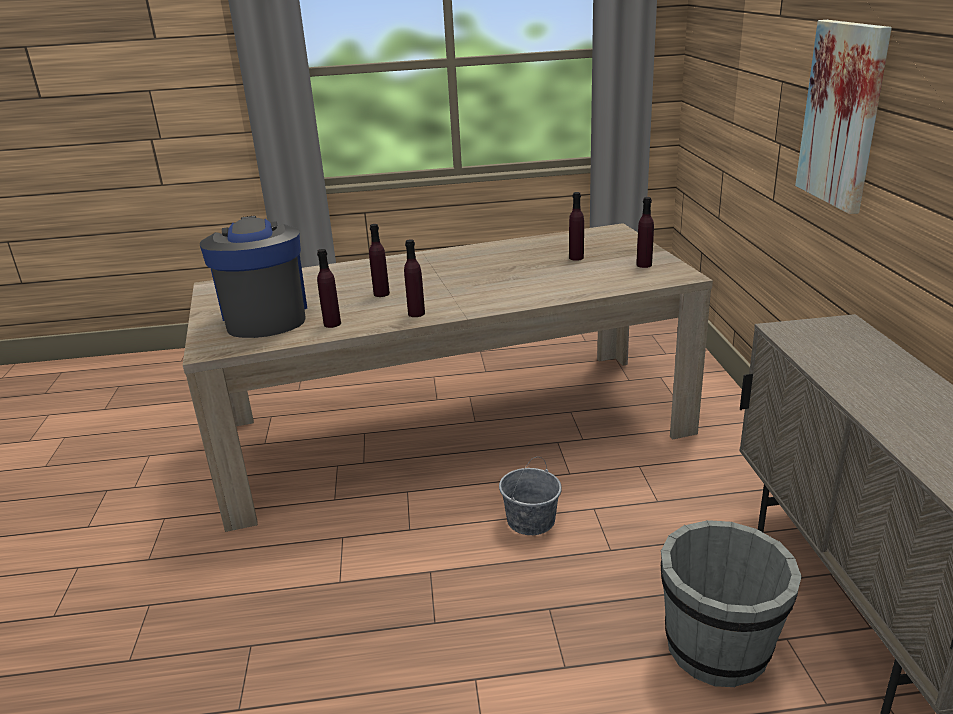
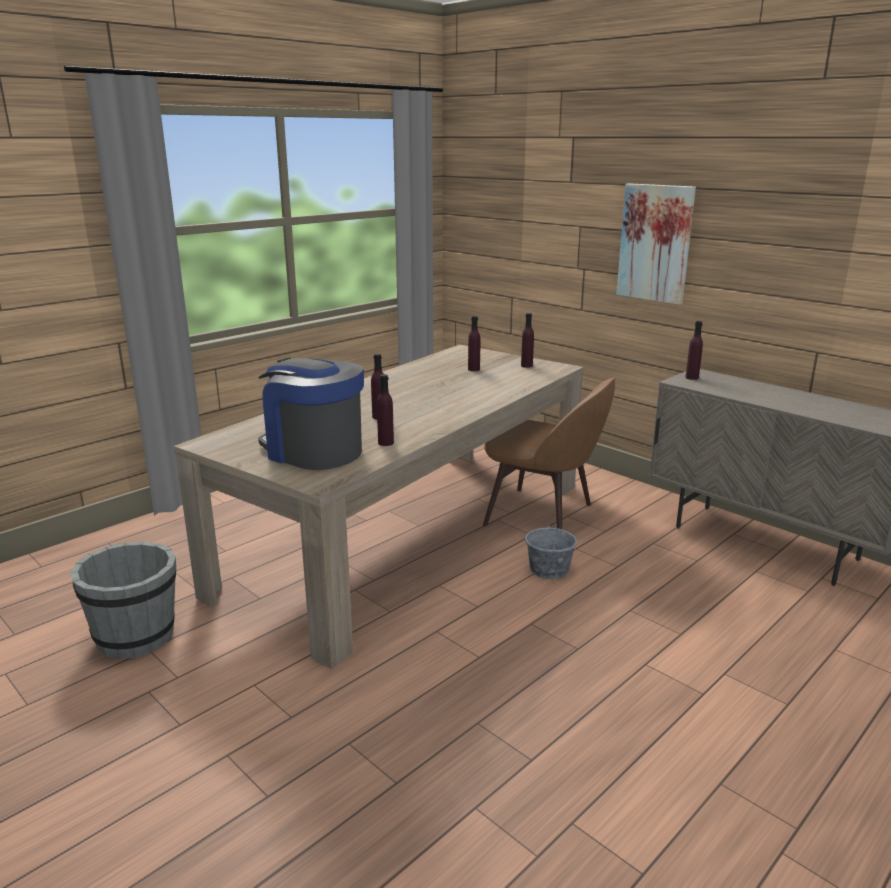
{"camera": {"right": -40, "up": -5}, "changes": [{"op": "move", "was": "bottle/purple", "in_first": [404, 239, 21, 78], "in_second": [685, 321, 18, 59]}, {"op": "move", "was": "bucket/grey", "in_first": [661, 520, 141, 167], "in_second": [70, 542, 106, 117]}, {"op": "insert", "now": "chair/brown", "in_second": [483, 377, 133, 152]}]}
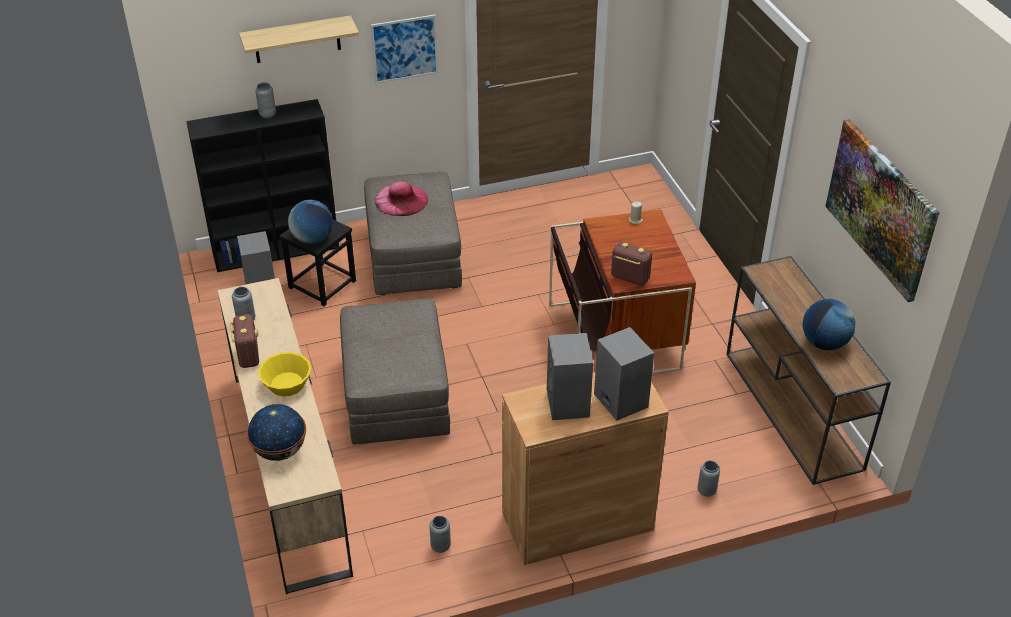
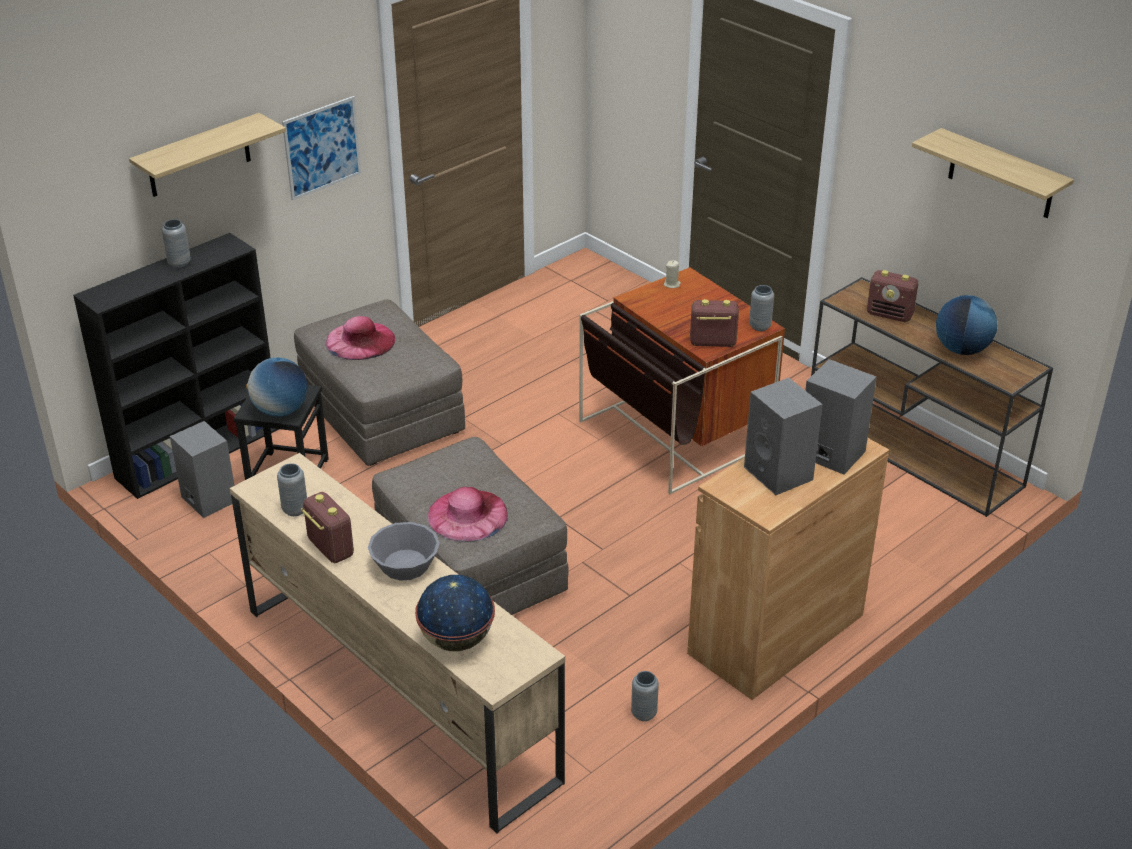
{"camera": {"right": -25, "up": -5}, "changes": [{"op": "recolor", "was": "bowl/yellow", "now": "bowl/grey", "in_first": [258, 352, 53, 45], "in_second": [368, 522, 72, 59]}, {"op": "move", "was": "vase/grey", "in_first": [697, 460, 23, 37], "in_second": [749, 285, 25, 46]}, {"op": "replace", "was": "picture", "now": "shelf", "in_first": [825, 119, 114, 183], "in_second": [912, 128, 162, 90]}, {"op": "insert", "now": "hat/pink", "in_second": [428, 487, 80, 54]}, {"op": "insert", "now": "radio", "in_second": [867, 270, 51, 52]}]}
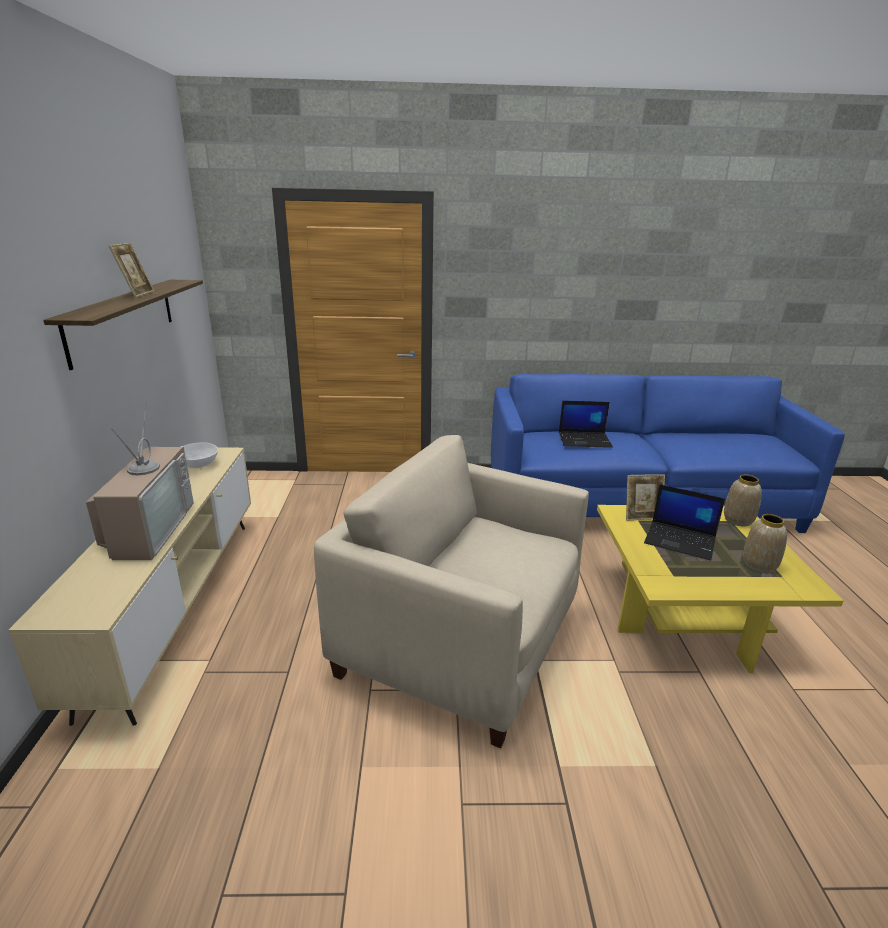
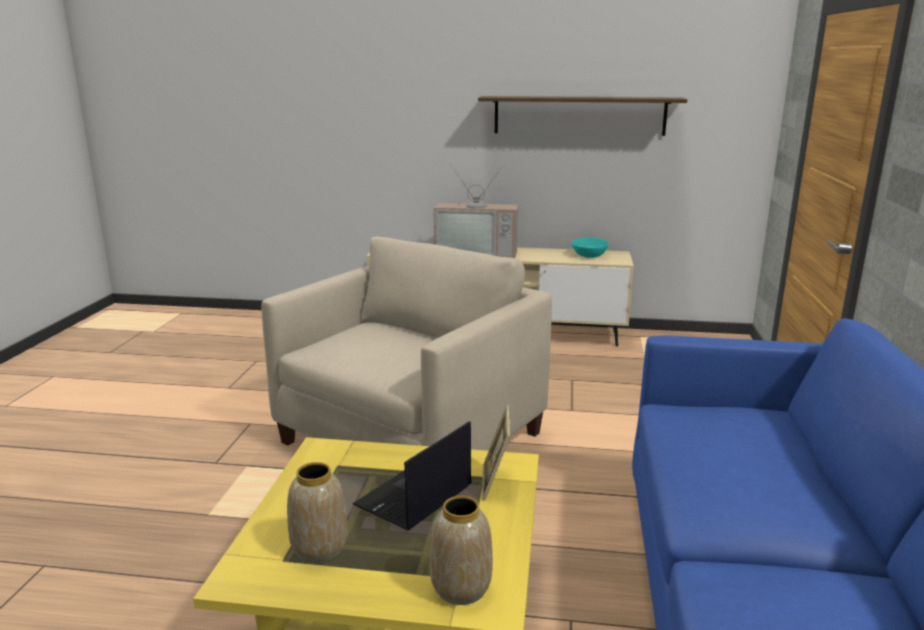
{"camera": {"right": 100, "up": -5}, "changes": [{"op": "delete", "was": "picture frame", "in_first": [109, 243, 45, 55]}, {"op": "recolor", "was": "bowl/white", "now": "bowl/turquoise", "in_first": [181, 442, 37, 26], "in_second": [571, 237, 38, 21]}, {"op": "delete", "was": "laptop", "in_first": [559, 401, 54, 47]}]}
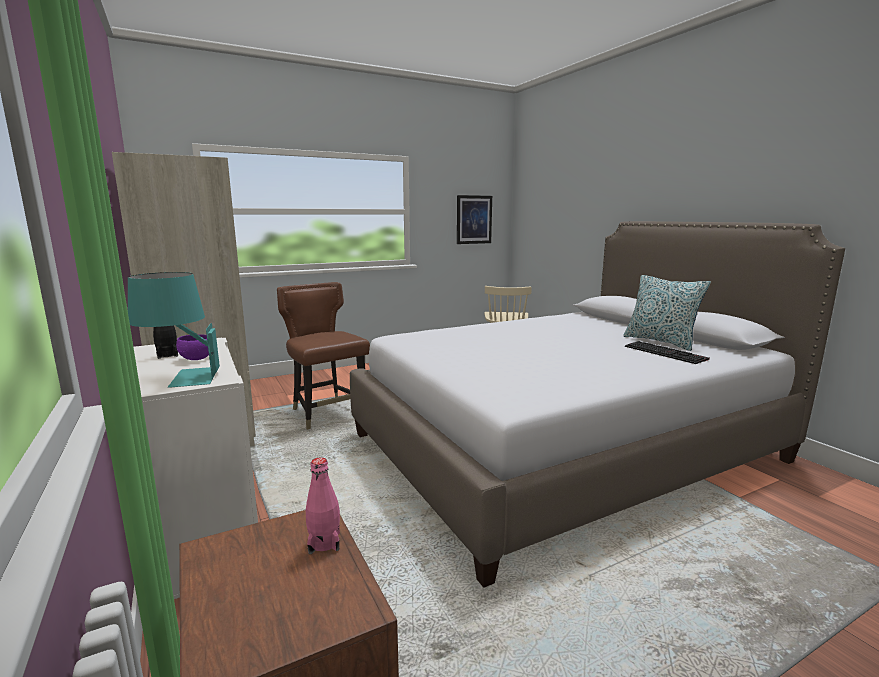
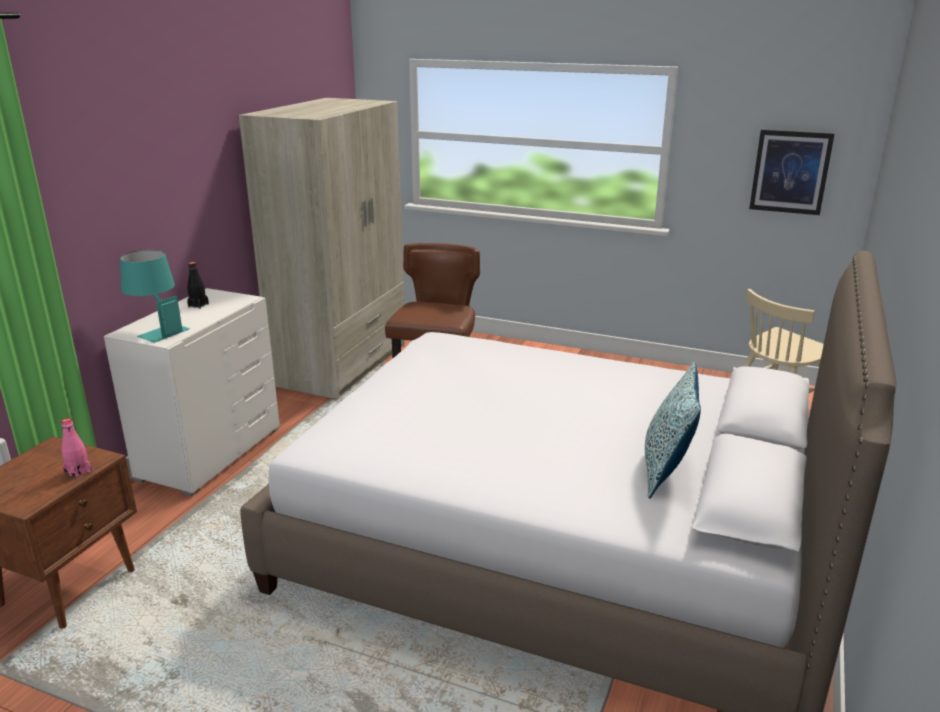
{"camera": {"right": 50, "up": 10}, "changes": [{"op": "delete", "was": "bowl/purple", "in_first": [176, 334, 33, 26]}, {"op": "delete", "was": "keyboard", "in_first": [625, 341, 85, 23]}]}
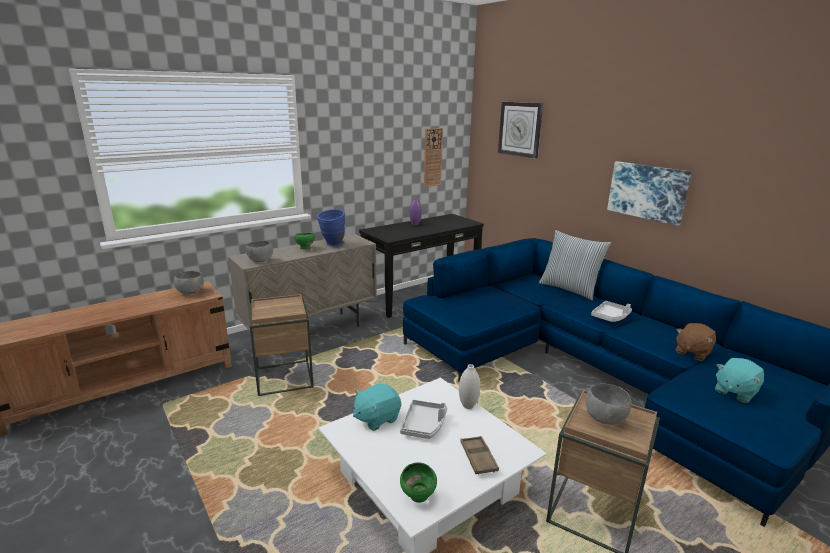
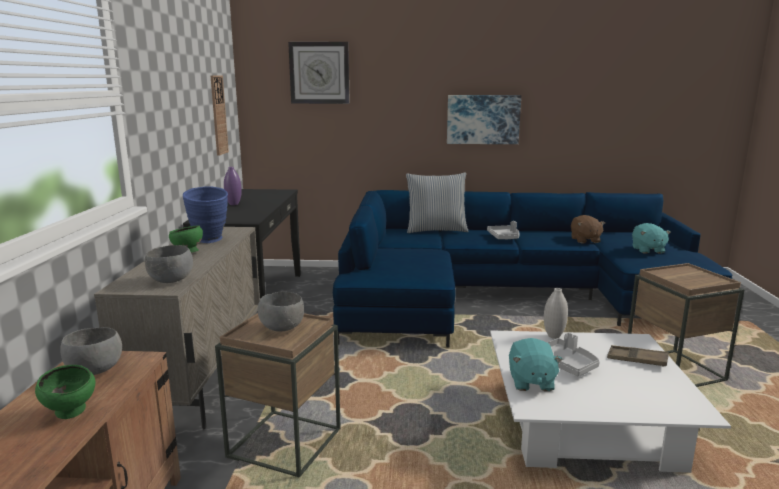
{"camera": {"right": -50, "up": -5}, "changes": [{"op": "move", "was": "bowl/green", "in_first": [400, 462, 37, 41], "in_second": [35, 365, 60, 54]}, {"op": "move", "was": "bowl/grey", "in_first": [586, 384, 46, 41], "in_second": [258, 292, 46, 40]}]}
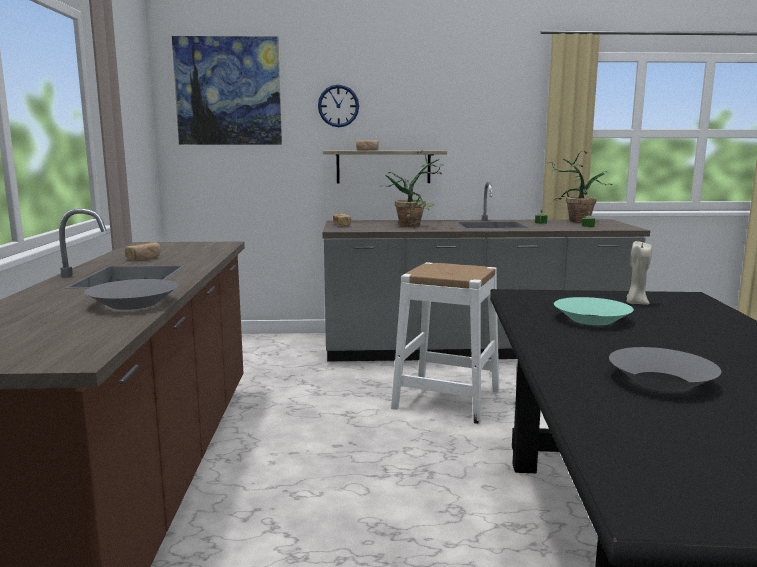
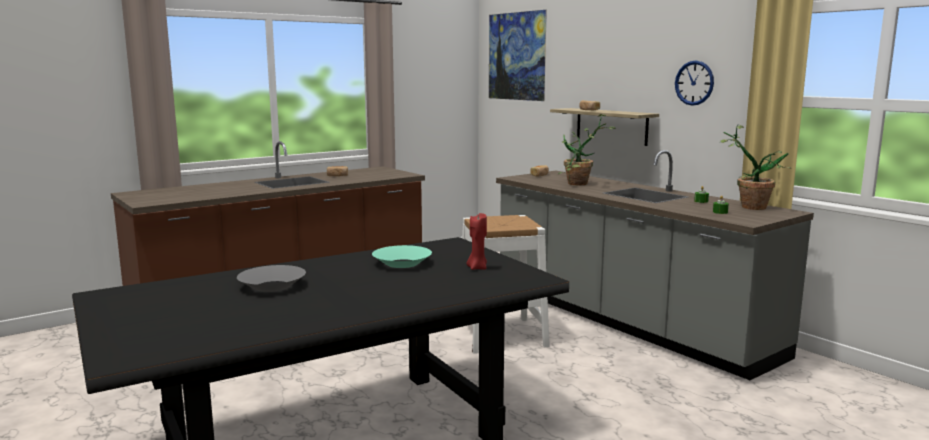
{"camera": {"right": 55, "up": 0}, "changes": [{"op": "delete", "was": "bowl/grey", "in_first": [84, 279, 94, 31]}, {"op": "move", "was": "wall clock", "in_first": [318, 85, 41, 42], "in_second": [675, 61, 39, 45]}, {"op": "recolor", "was": "candle/beige", "now": "candle/red", "in_first": [626, 241, 26, 64], "in_second": [467, 213, 20, 57]}]}
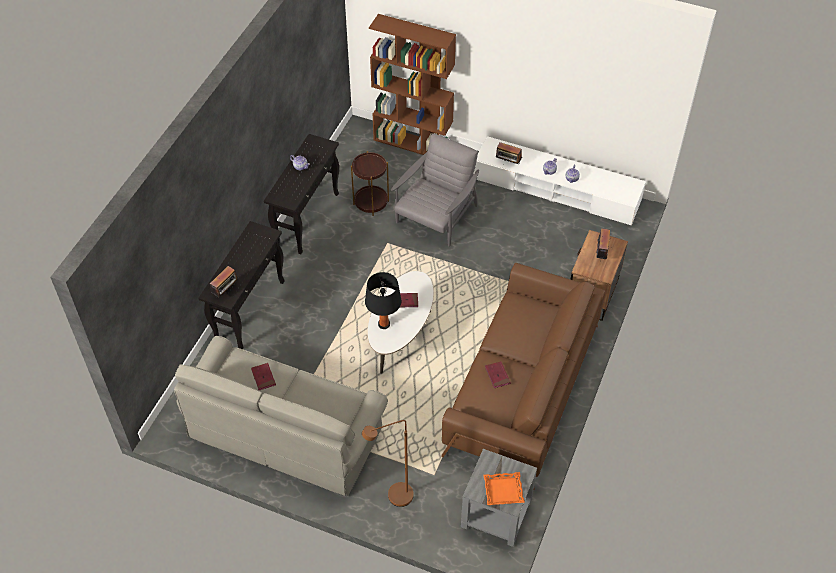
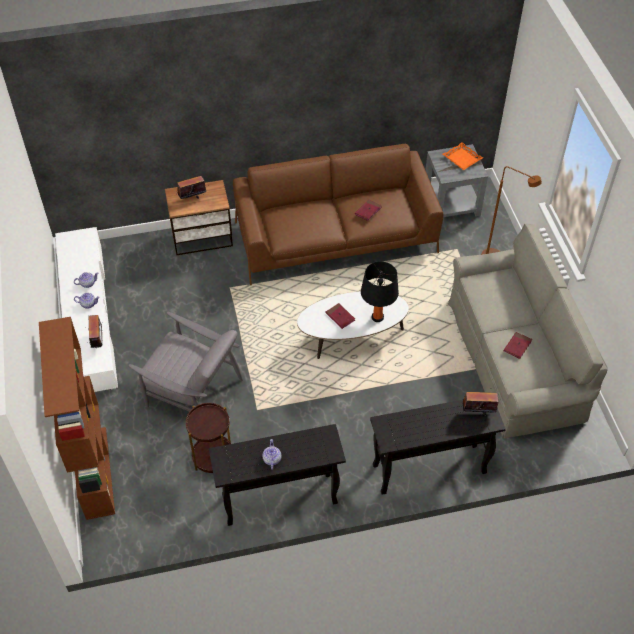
{"camera": {"right": -125, "up": 0}, "changes": [{"op": "rotate", "was": "armchair/grey", "in_first": [391, 134, 88, 112], "in_second": [128, 312, 115, 100], "clockwise": -150}]}
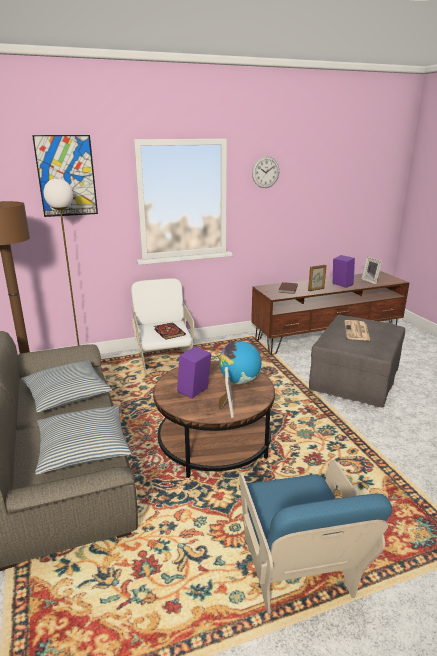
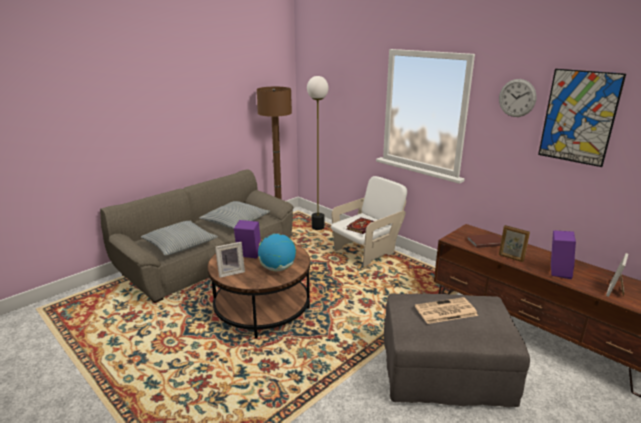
{"camera": {"right": 65, "up": 0}, "changes": [{"op": "move", "was": "picture", "in_first": [32, 135, 66, 82], "in_second": [538, 69, 88, 98]}, {"op": "delete", "was": "armchair/blue", "in_first": [239, 460, 153, 154]}]}
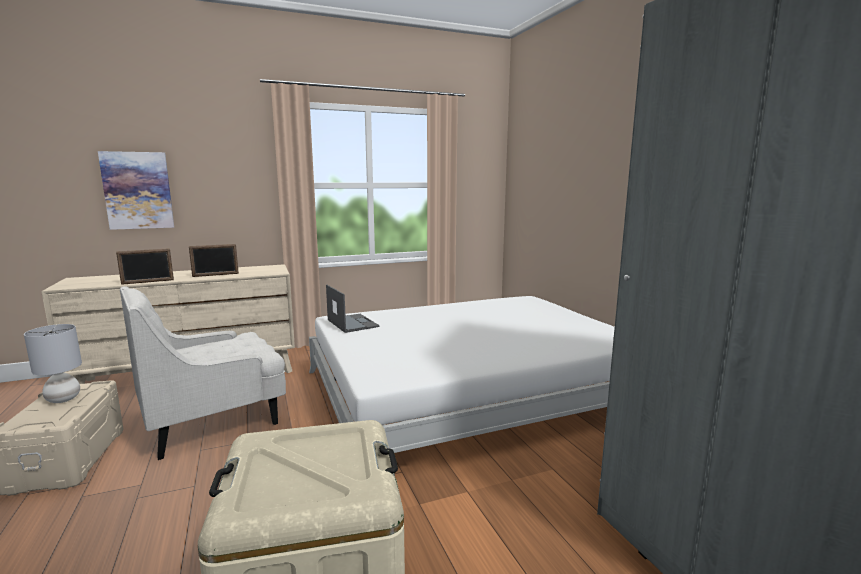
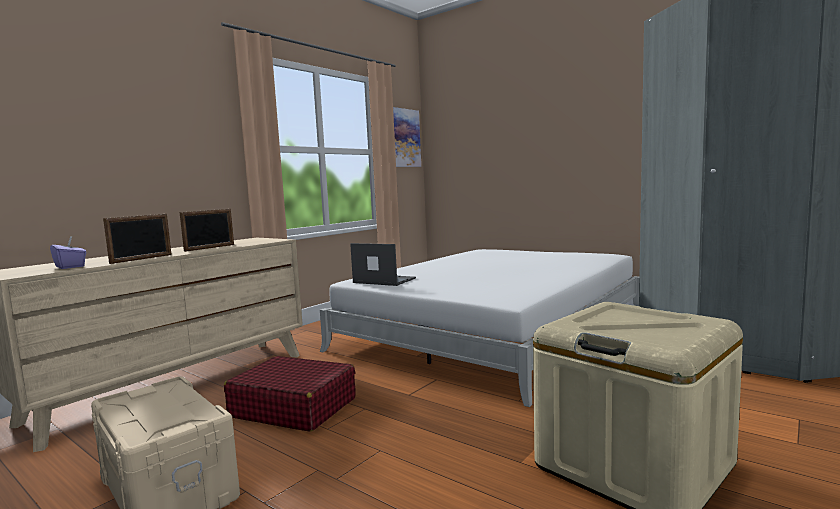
{"camera": {"right": -30, "up": -5}, "changes": [{"op": "delete", "was": "table lamp/grey", "in_first": [24, 324, 58, 79]}, {"op": "move", "was": "picture", "in_first": [98, 151, 76, 79], "in_second": [393, 107, 28, 60]}, {"op": "replace", "was": "armchair/white", "now": "suitcase/red", "in_first": [120, 286, 166, 174], "in_second": [224, 356, 132, 76]}, {"op": "insert", "now": "tissue box/purple", "in_second": [50, 237, 36, 32]}]}
